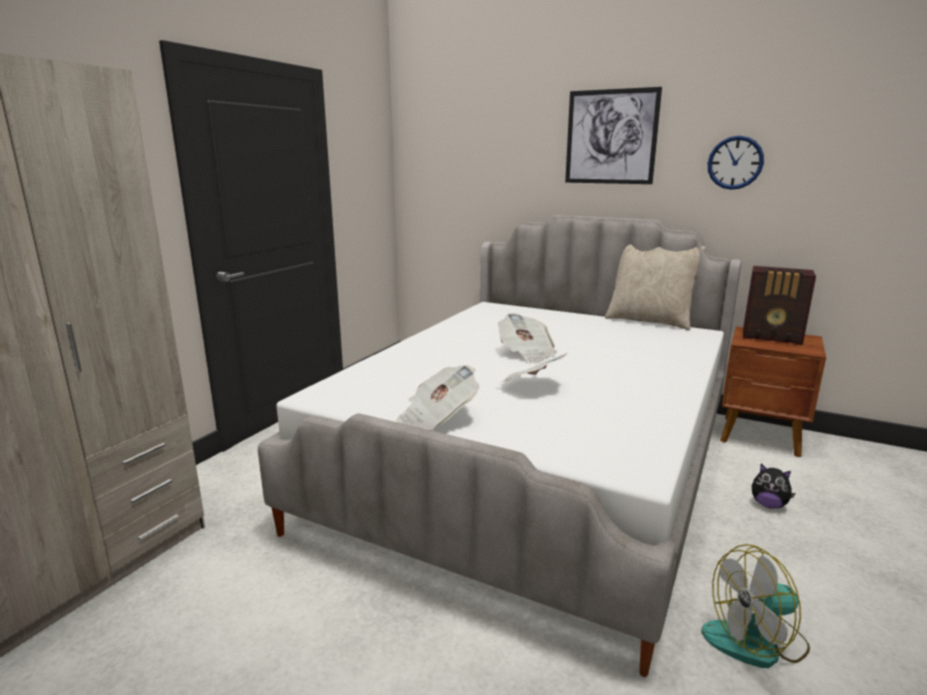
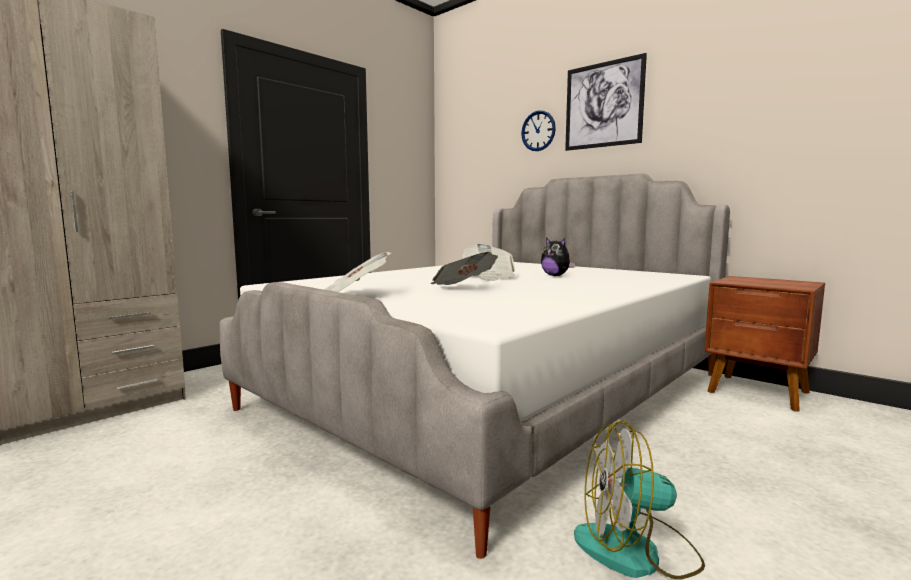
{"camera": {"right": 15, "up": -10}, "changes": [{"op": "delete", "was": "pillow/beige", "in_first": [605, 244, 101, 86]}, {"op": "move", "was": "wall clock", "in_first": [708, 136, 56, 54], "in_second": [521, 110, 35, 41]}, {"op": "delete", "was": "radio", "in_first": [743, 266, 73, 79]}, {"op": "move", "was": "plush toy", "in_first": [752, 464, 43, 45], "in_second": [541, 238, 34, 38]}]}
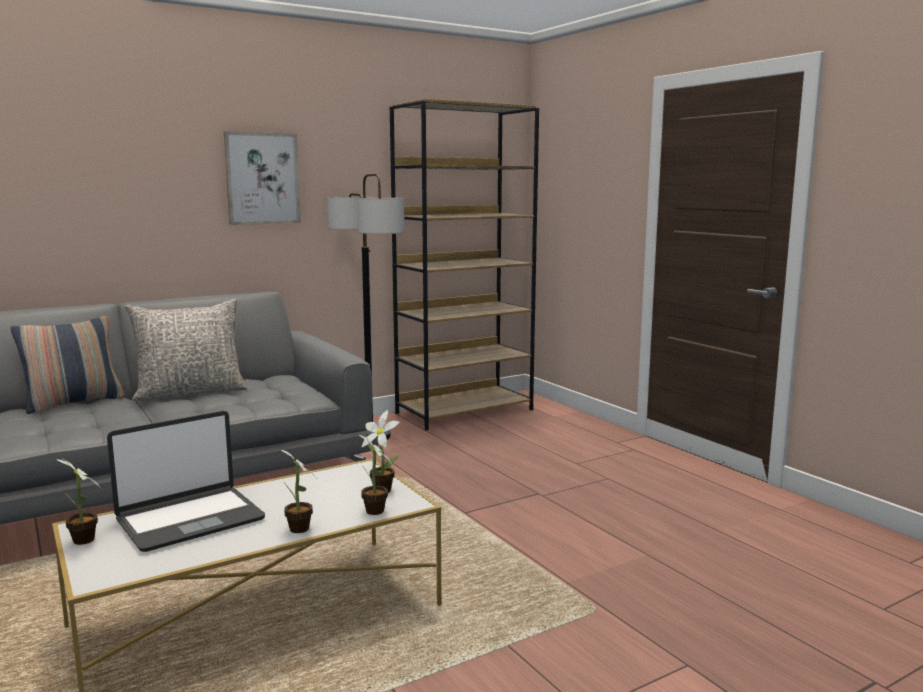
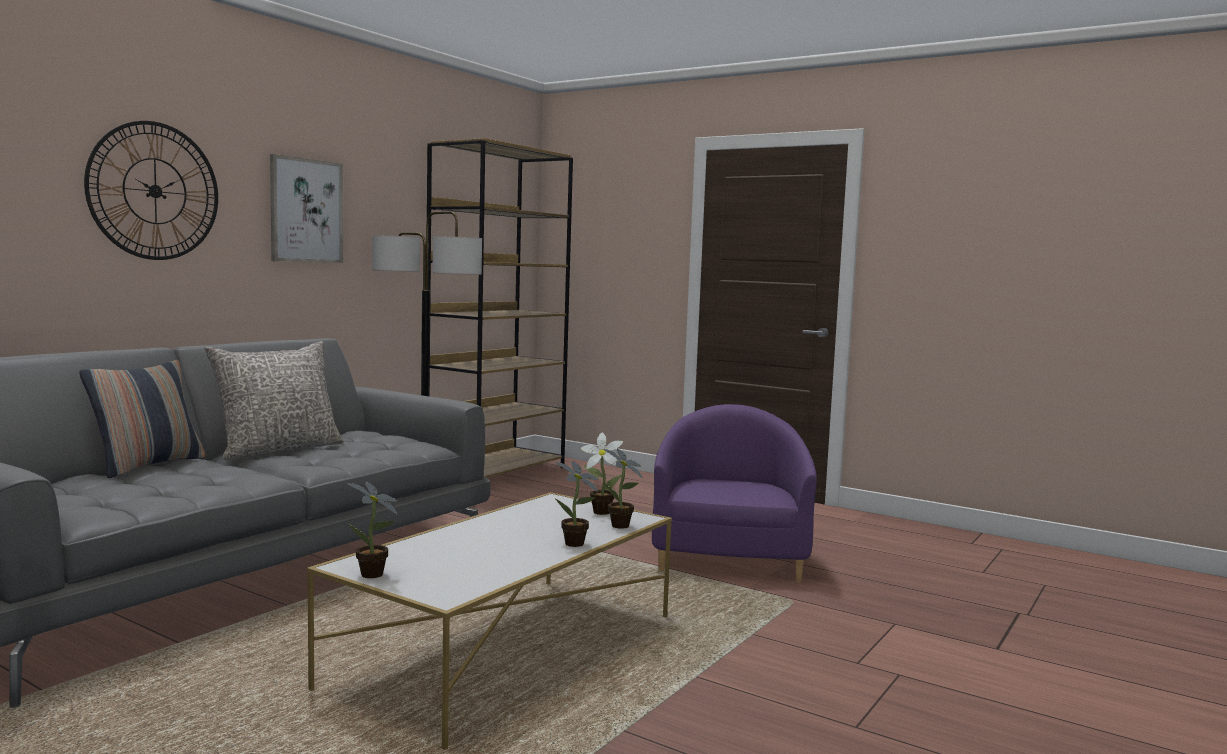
{"camera": {"right": -25, "up": -5}, "changes": [{"op": "delete", "was": "laptop", "in_first": [107, 411, 158, 141]}, {"op": "insert", "now": "wall clock", "in_second": [84, 121, 134, 139]}, {"op": "insert", "now": "armchair/purple", "in_second": [652, 404, 165, 179]}]}
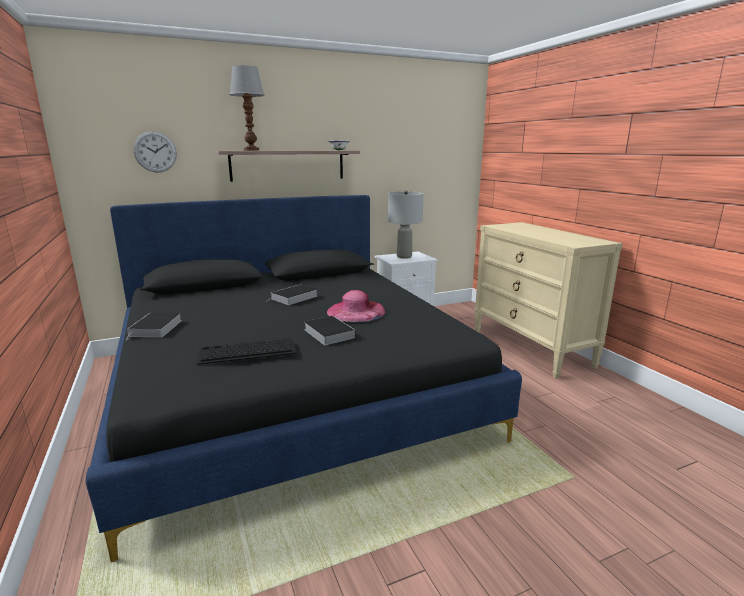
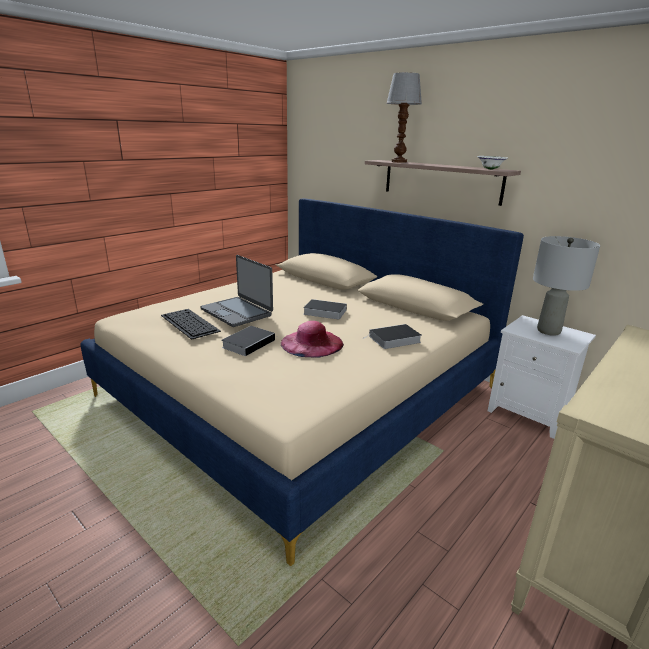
{"camera": {"right": 65, "up": 5}, "changes": [{"op": "recolor", "was": "bed/black", "now": "bed/beige", "in_first": [86, 195, 436, 367], "in_second": [81, 199, 443, 367]}, {"op": "move", "was": "book", "in_first": [126, 312, 56, 28], "in_second": [363, 324, 59, 25]}, {"op": "delete", "was": "wall clock", "in_first": [133, 131, 44, 42]}, {"op": "insert", "now": "laptop", "in_second": [200, 255, 73, 72]}]}
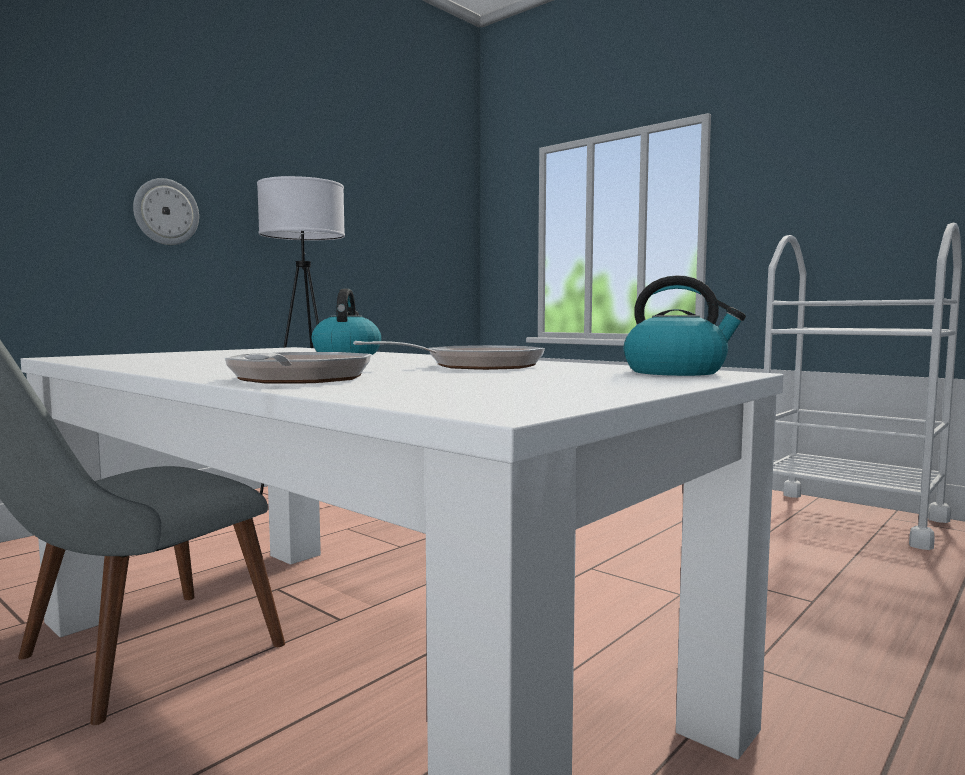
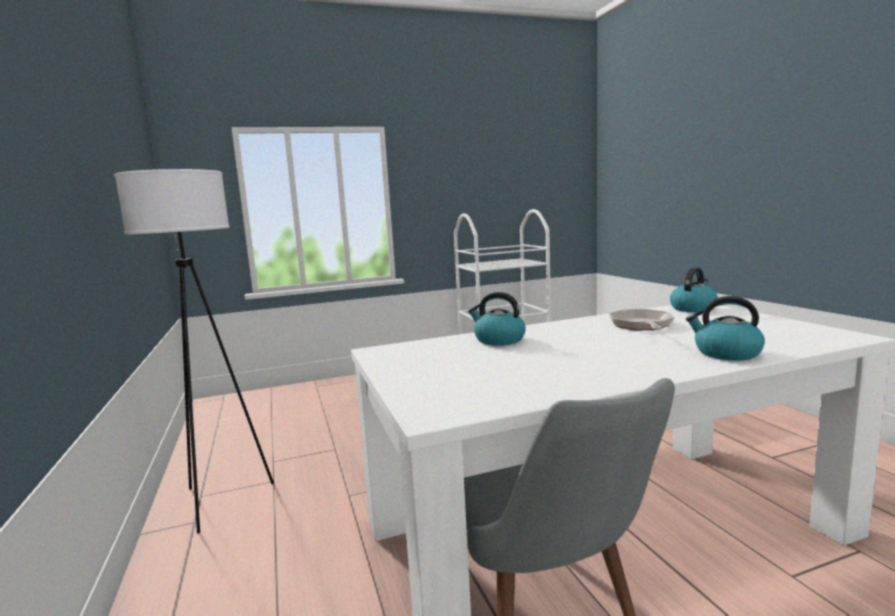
{"camera": {"right": -60, "up": 5}, "changes": [{"op": "delete", "was": "wall clock", "in_first": [133, 178, 66, 67]}, {"op": "replace", "was": "frying pan", "now": "kettle", "in_first": [225, 352, 146, 32], "in_second": [686, 296, 79, 64]}]}
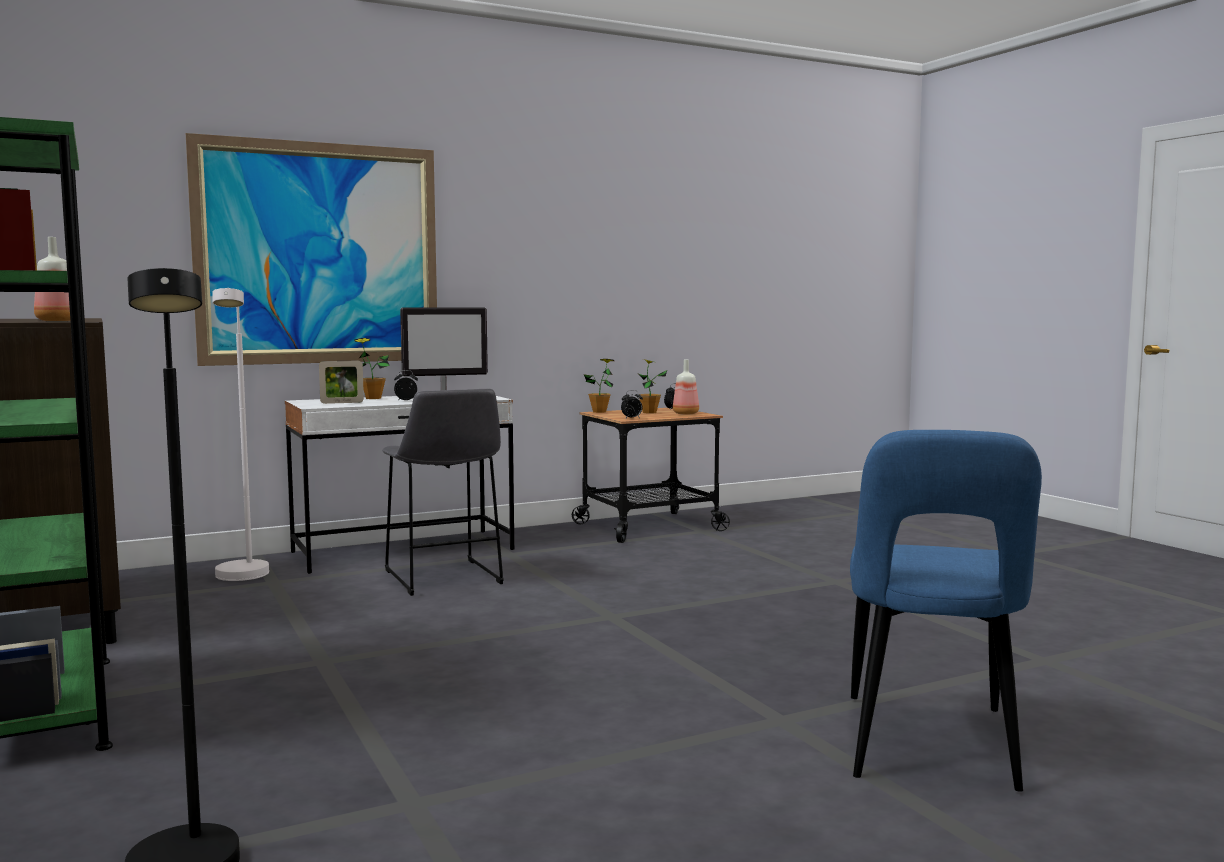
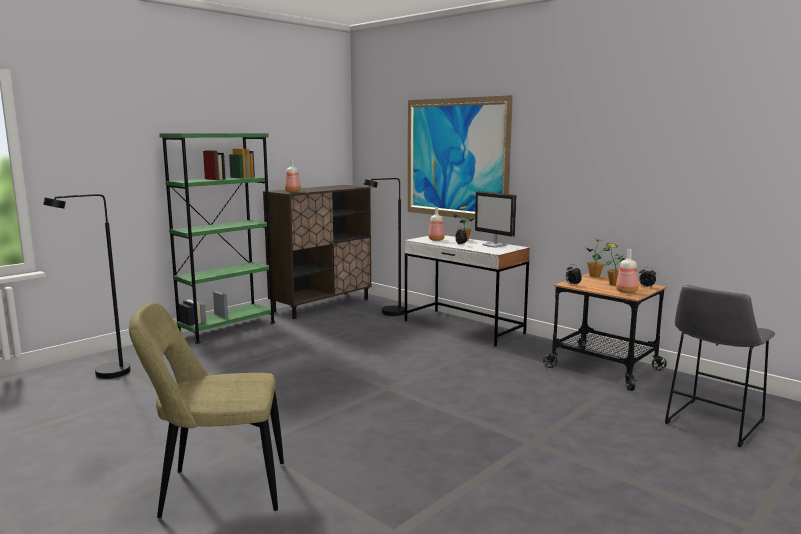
{"camera": {"right": 70, "up": 5}, "changes": [{"op": "recolor", "was": "floor lamp/white", "now": "floor lamp/black", "in_first": [213, 288, 56, 293], "in_second": [363, 178, 42, 138]}, {"op": "replace", "was": "picture frame", "now": "bottle", "in_first": [319, 361, 45, 43], "in_second": [428, 207, 17, 34]}, {"op": "move", "was": "stool/grey", "in_first": [382, 389, 122, 207], "in_second": [665, 285, 110, 162]}, {"op": "recolor", "was": "chair/blue", "now": "chair/beige", "in_first": [850, 430, 192, 362], "in_second": [129, 303, 155, 215]}]}
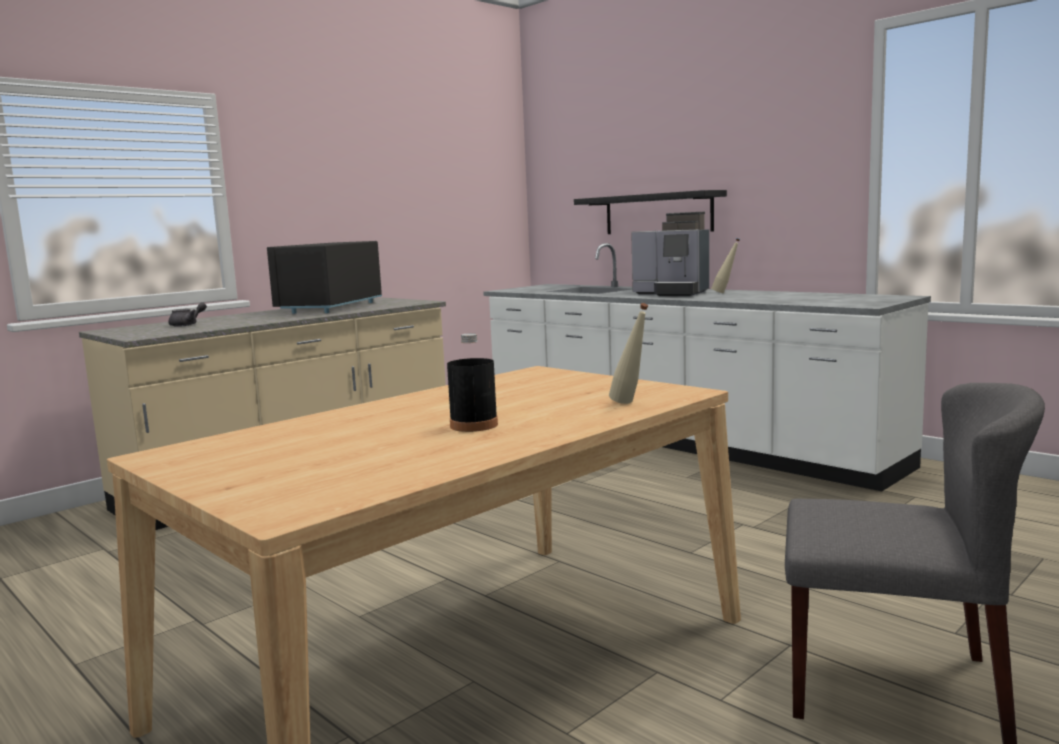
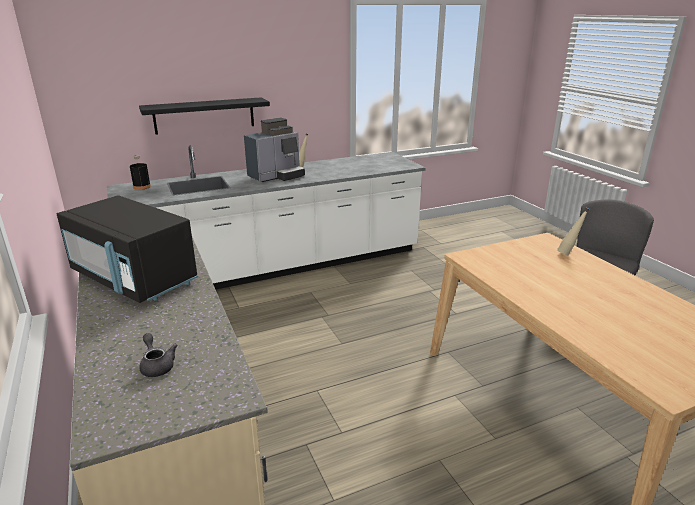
{"camera": {"right": -70, "up": 15}, "changes": [{"op": "move", "was": "bottle/black", "in_first": [447, 333, 51, 99], "in_second": [130, 155, 21, 35]}]}
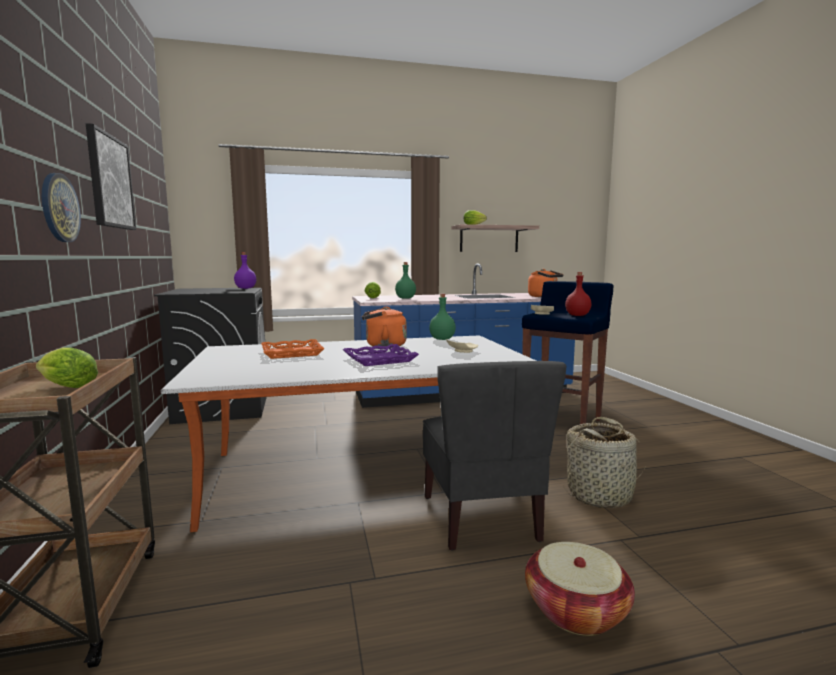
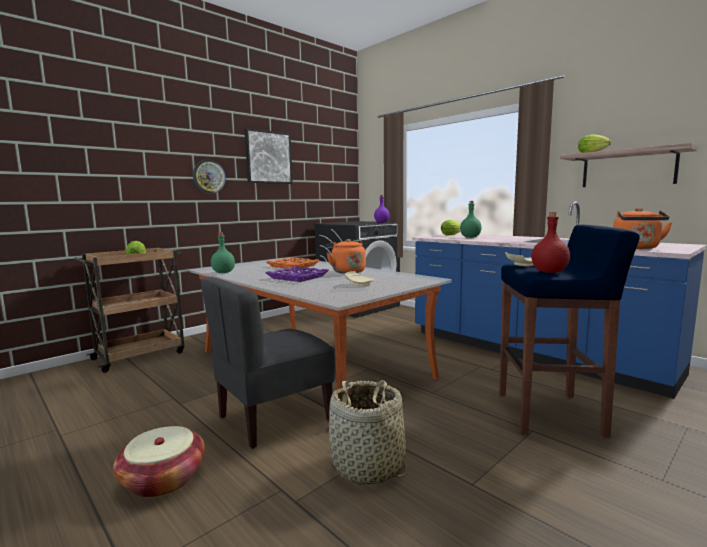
{"camera": {"right": 60, "up": 0}, "changes": [{"op": "move", "was": "bottle/green", "in_first": [429, 294, 27, 46], "in_second": [211, 232, 24, 41]}]}
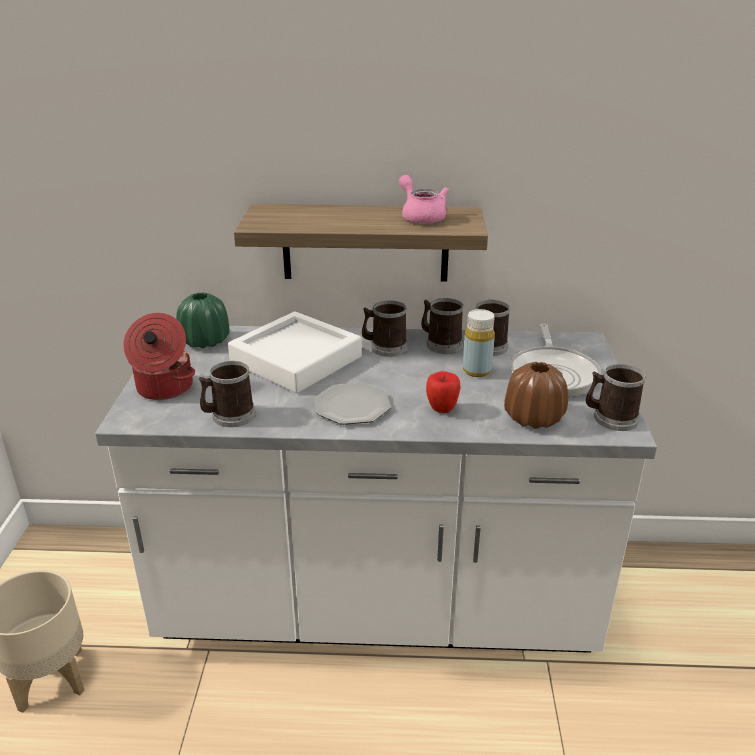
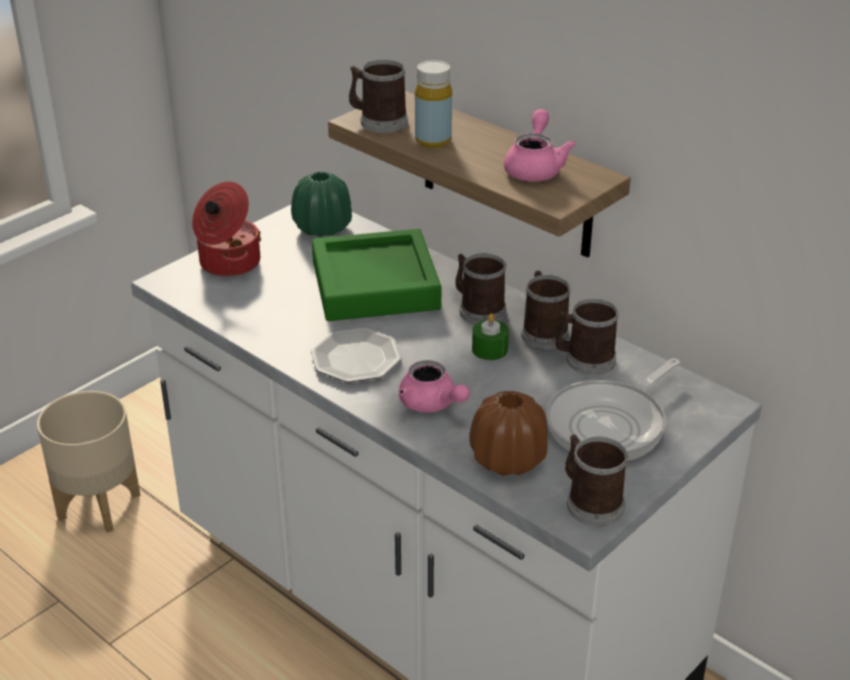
{"camera": {"right": 40, "up": 5}, "changes": [{"op": "move", "was": "mug", "in_first": [199, 361, 57, 66], "in_second": [349, 59, 59, 74]}, {"op": "recolor", "was": "tray/white", "now": "tray/green", "in_first": [228, 311, 134, 82], "in_second": [312, 229, 129, 92]}, {"op": "replace", "was": "apple", "now": "teapot/pink", "in_first": [426, 371, 34, 42], "in_second": [399, 360, 71, 53]}, {"op": "move", "was": "bottle/yellow", "in_first": [463, 309, 32, 68], "in_second": [415, 60, 37, 88]}, {"op": "insert", "now": "candle/green", "in_second": [472, 313, 37, 47]}]}
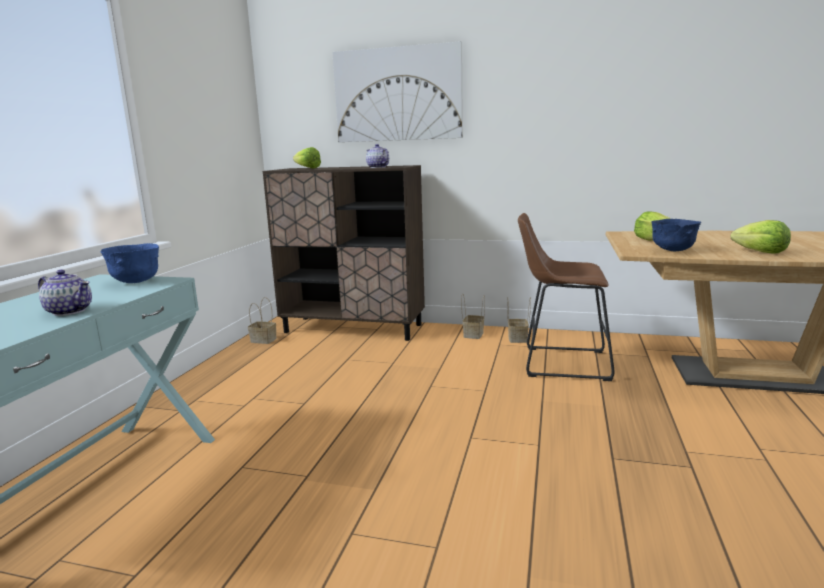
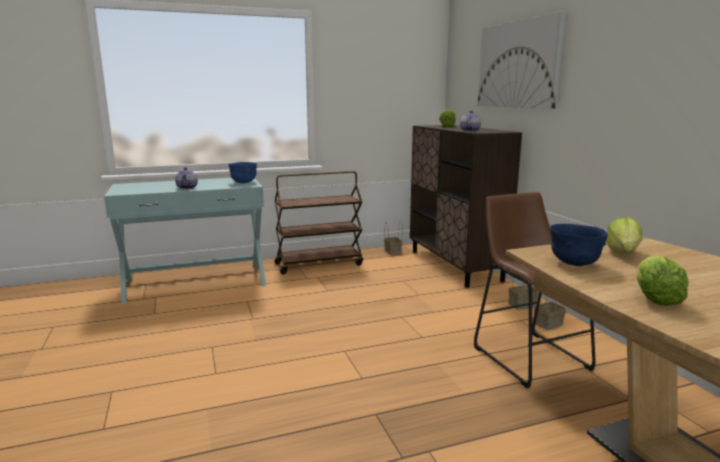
{"camera": {"right": 55, "up": 0}, "changes": [{"op": "insert", "now": "cart/brown", "in_second": [274, 171, 89, 104]}]}
